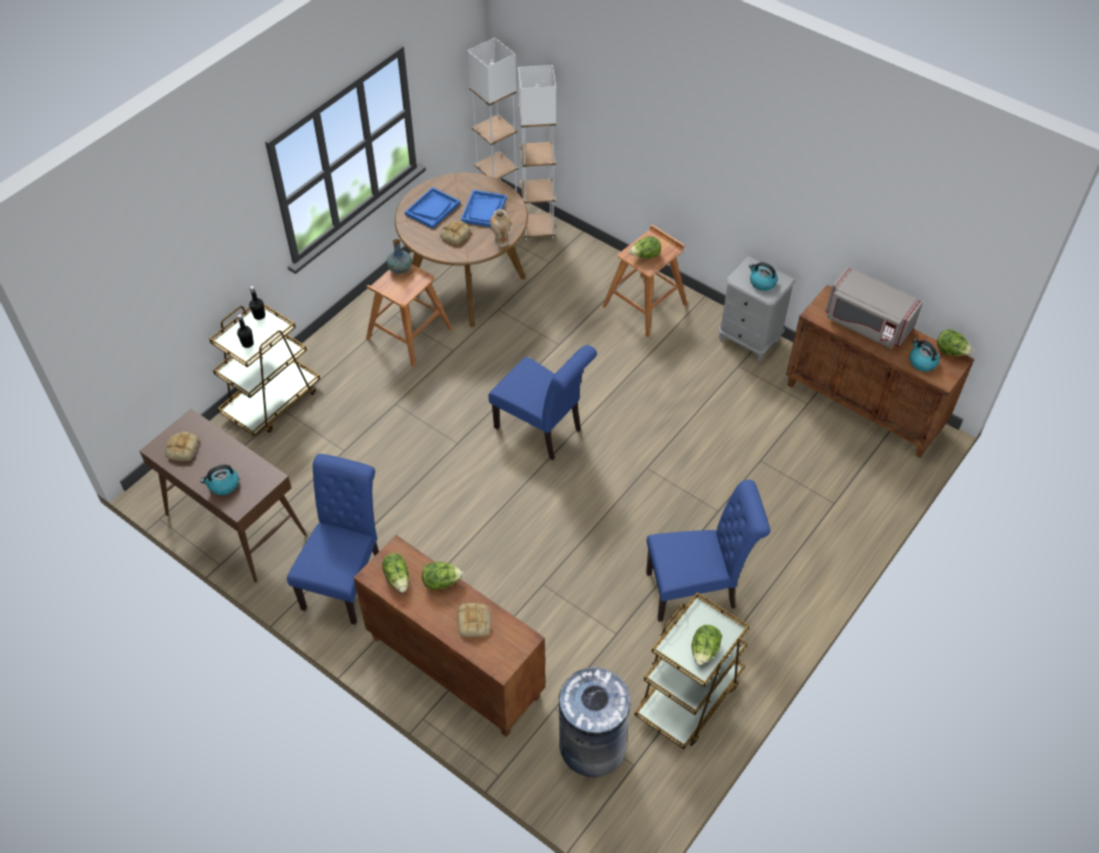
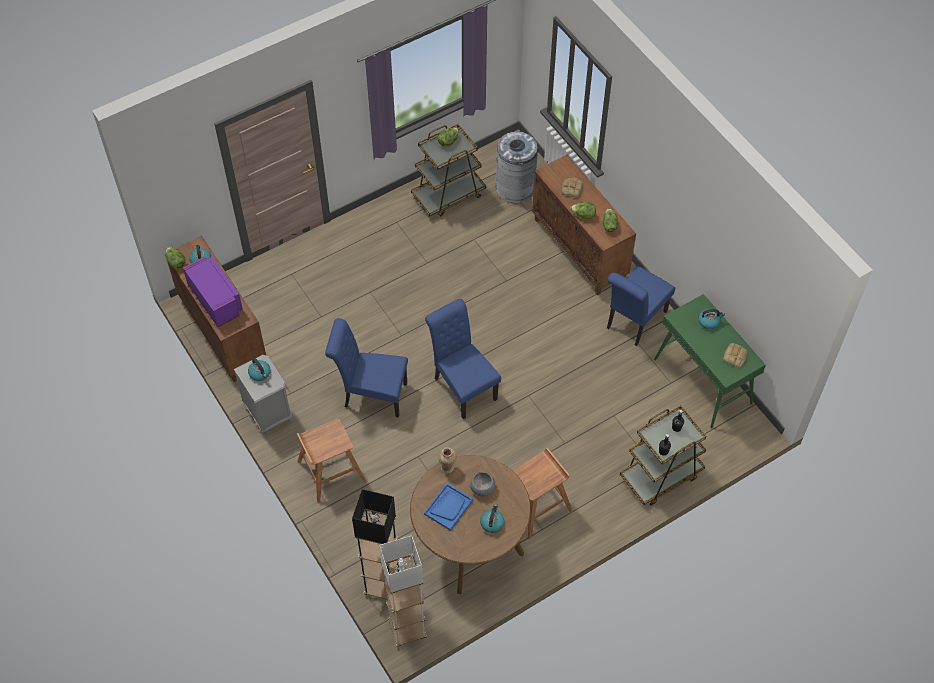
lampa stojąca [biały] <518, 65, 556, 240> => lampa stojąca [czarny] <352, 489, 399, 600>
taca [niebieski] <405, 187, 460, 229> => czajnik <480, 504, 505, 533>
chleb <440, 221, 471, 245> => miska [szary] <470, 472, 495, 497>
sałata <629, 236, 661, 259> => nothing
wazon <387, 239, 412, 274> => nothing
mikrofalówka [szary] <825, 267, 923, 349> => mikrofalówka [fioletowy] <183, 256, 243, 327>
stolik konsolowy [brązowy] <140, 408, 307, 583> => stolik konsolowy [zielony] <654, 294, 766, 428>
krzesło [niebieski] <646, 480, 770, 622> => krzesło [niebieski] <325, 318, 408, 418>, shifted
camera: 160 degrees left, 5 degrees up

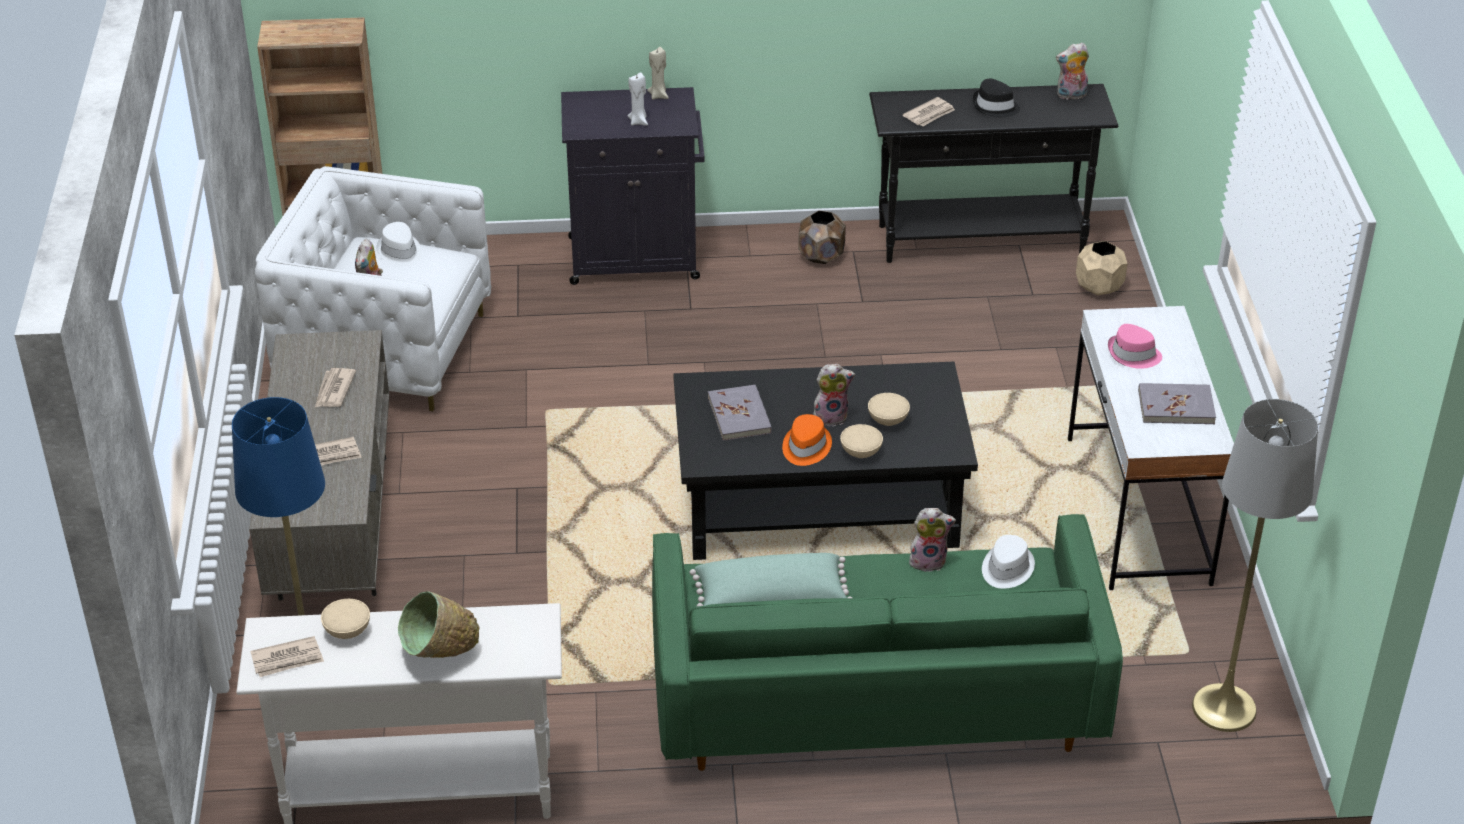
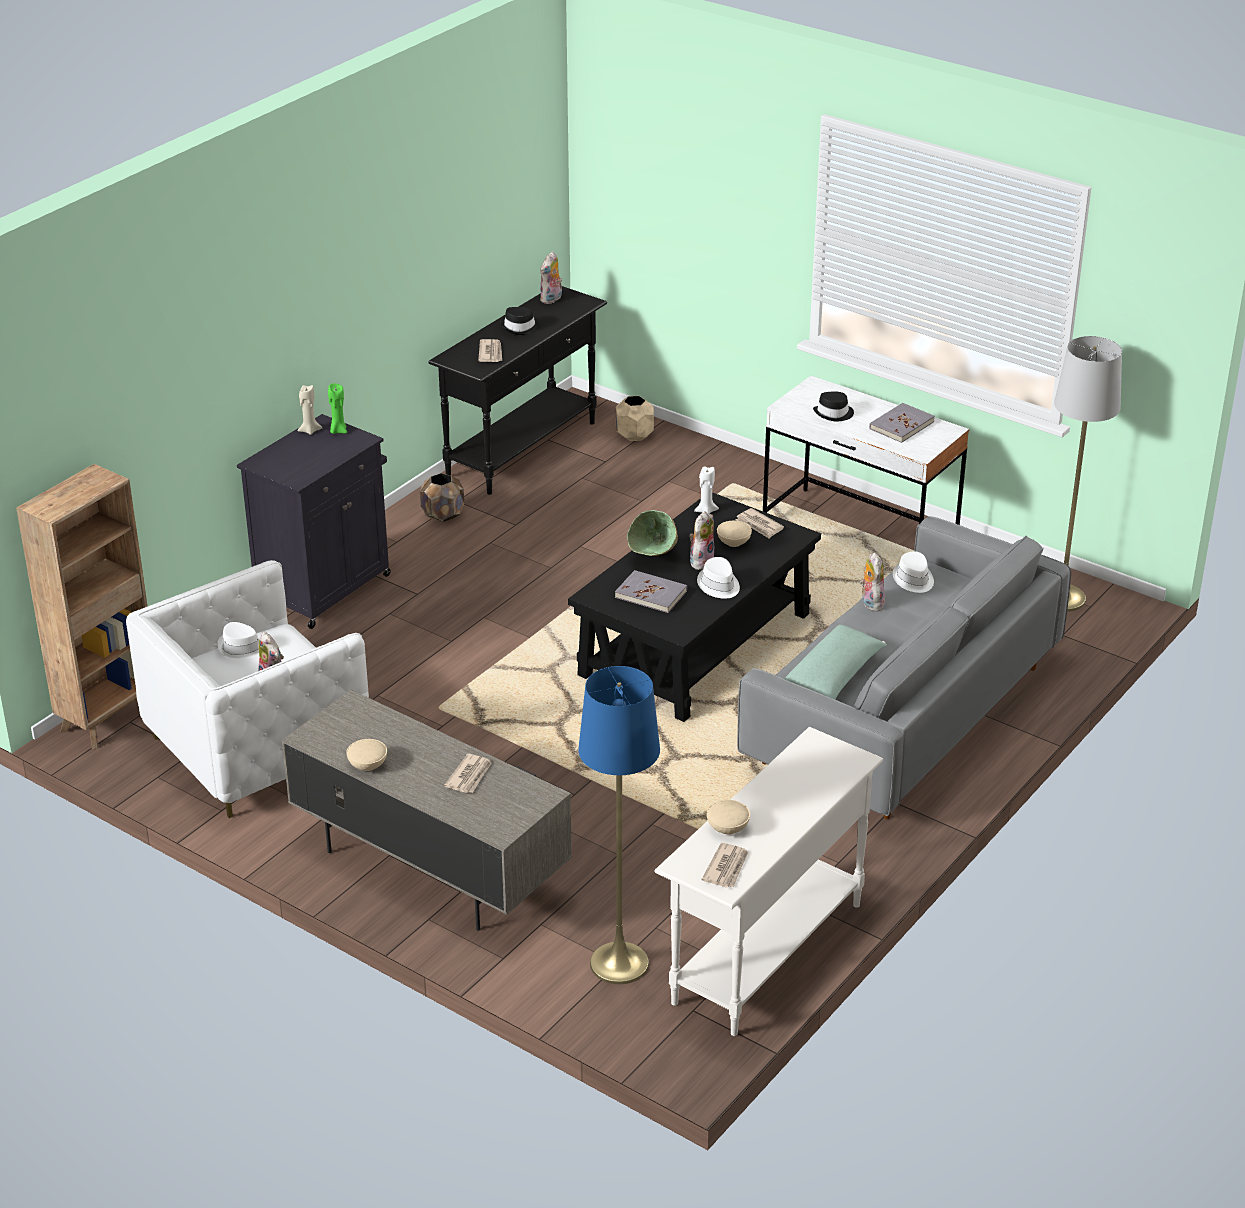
świeca [biały] <628, 72, 648, 126> => świeca [biały] <694, 466, 719, 514>, shifted
kapelusz [różowy] <1108, 324, 1162, 369> => kapelusz [czarny] <813, 391, 854, 422>
gazeta <315, 368, 356, 407> => gazeta <736, 508, 784, 539>, shifted
kapelusz [pomarańczowy] <782, 414, 832, 466> => kapelusz [biały] <697, 557, 740, 599>
miska [beżowy] <840, 424, 883, 458> => miska [beżowy] <346, 739, 387, 771>, shifted
pluszak <909, 508, 956, 572> => pluszak <860, 552, 885, 612>, 45 degrees counterclockwise
kanapa [zielony] <652, 514, 1123, 771> => kanapa [szary] <737, 516, 1071, 819>
miska [zielony] <398, 591, 480, 658> => miska [zielony] <627, 510, 678, 556>, shifted
nothing => świeca [zielony] <328, 383, 347, 434>
camera: 50 degrees left, 5 degrees down

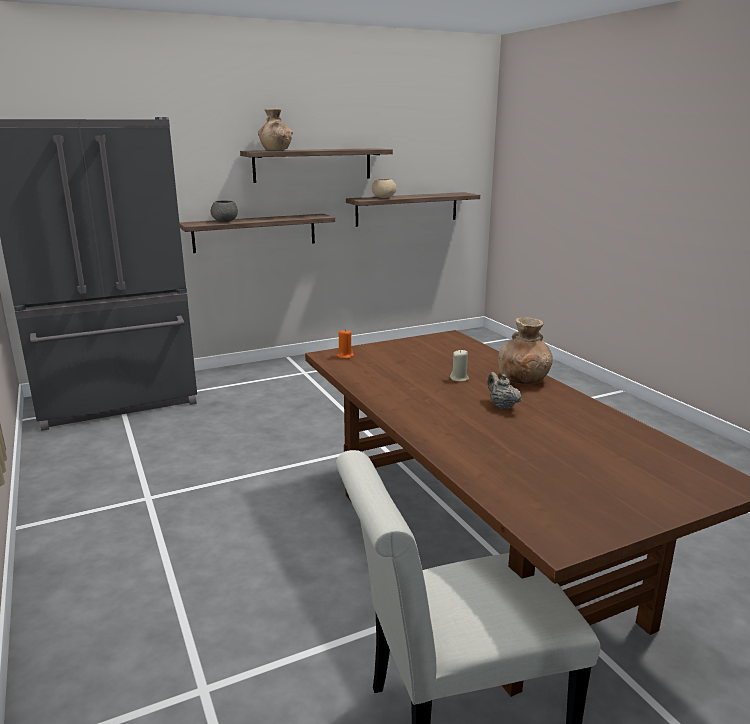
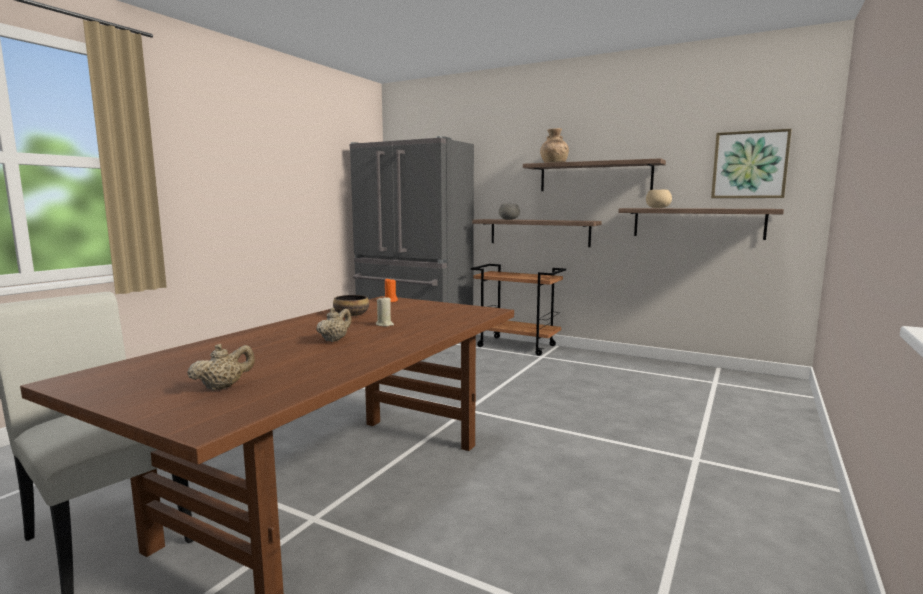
wazon [brązowy] <498, 318, 553, 384> => nothing
nothing => obraz <711, 129, 792, 198>
nothing => wózek [brązowy] <471, 264, 566, 356>
nothing => miska <333, 295, 369, 316>
nothing => imbryk [beżowy] <187, 344, 255, 391>
camera: 55 degrees right, 10 degrees down

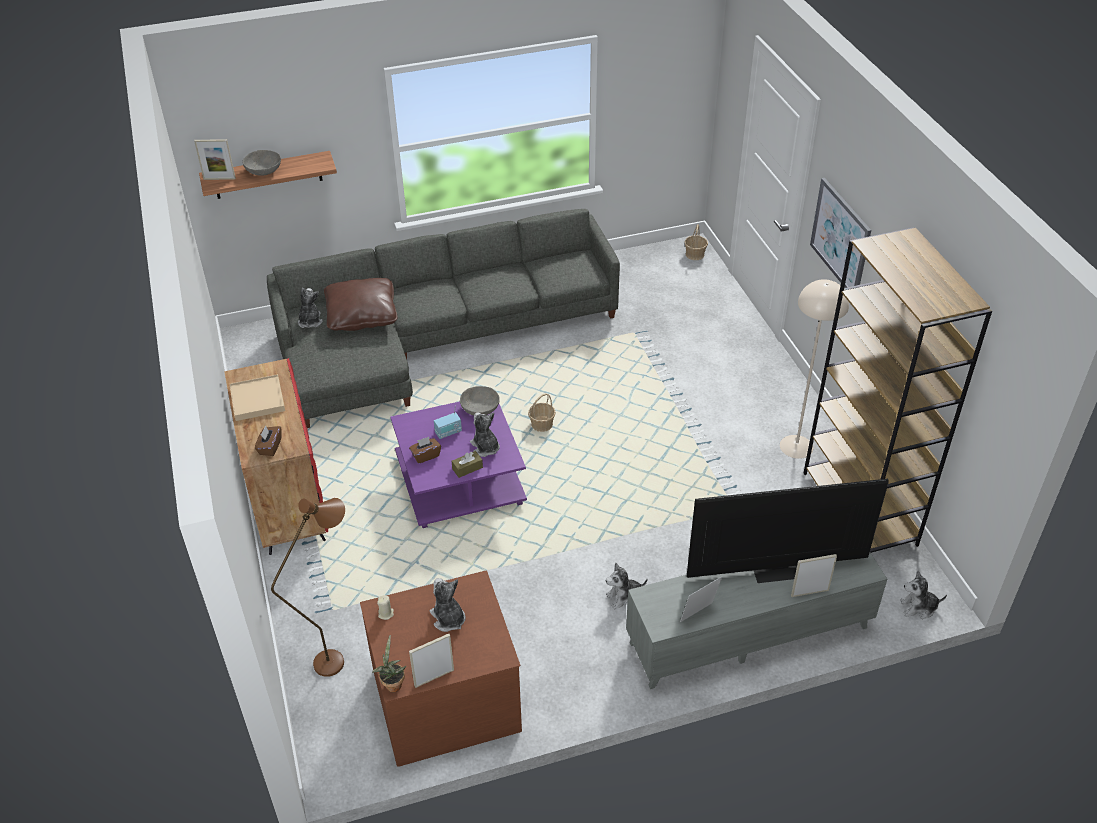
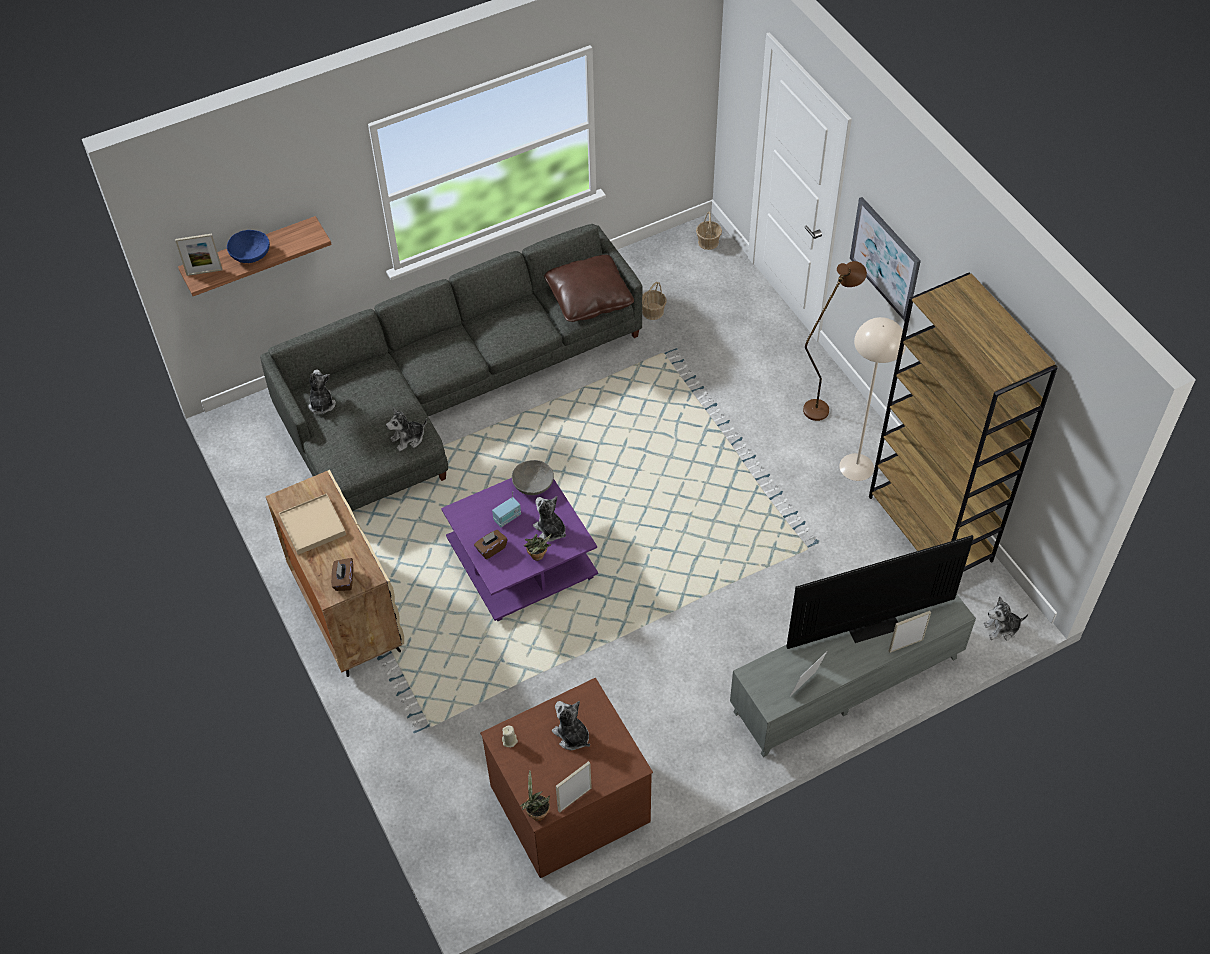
miska [szary] <243, 150, 281, 176> => miska [niebieski] <227, 230, 270, 263>
poduszka [brązowy] <324, 278, 398, 331> => poduszka [brązowy] <544, 255, 634, 322>, shifted
szafka [czerwony] <224, 358, 328, 555> => szafka [beżowy] <266, 470, 404, 677>
koszyk <528, 393, 556, 432> => koszyk <642, 282, 667, 320>, shifted
pudełko chusteczek [brązowy] <452, 451, 483, 478> => roślina doniczkowa <524, 534, 551, 561>
lampa stojąca [brązowy] <271, 498, 345, 677> => lampa stojąca [brązowy] <803, 261, 867, 421>, shifted
pluszak <606, 563, 648, 609> => pluszak <386, 408, 427, 451>, shifted
camera: 10 degrees left, 10 degrees up

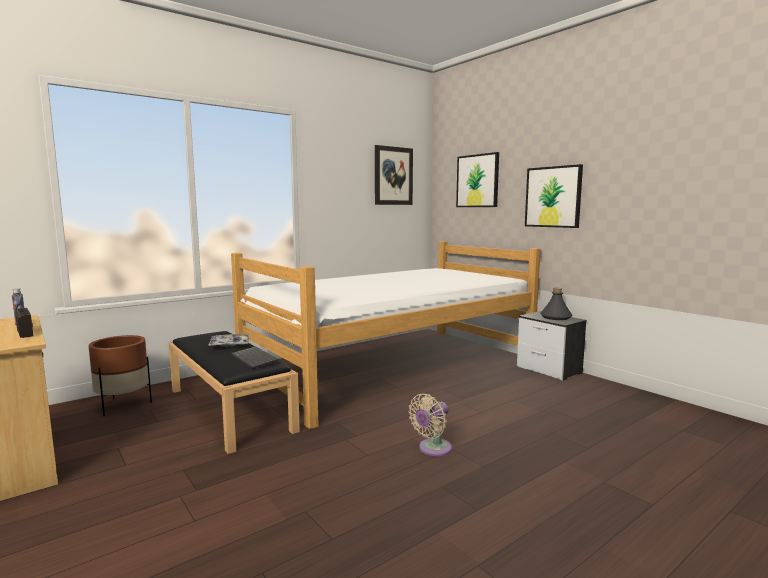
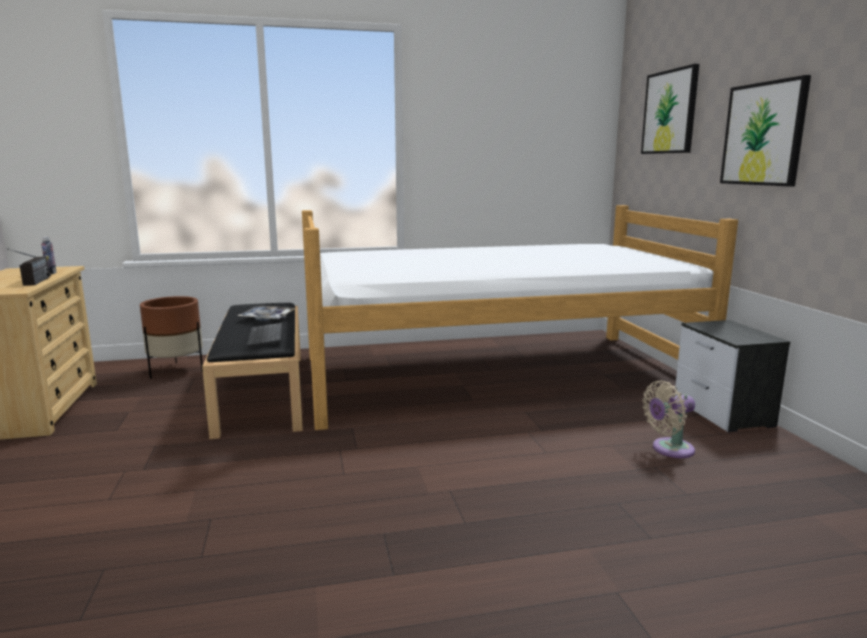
obraz <375, 145, 413, 205> => nothing
butelka [szary] <540, 288, 572, 320> => nothing
wentylator [beżowy] <408, 394, 452, 456> => wentylator [beżowy] <642, 381, 695, 458>, shifted
camera: 25 degrees right, 5 degrees up

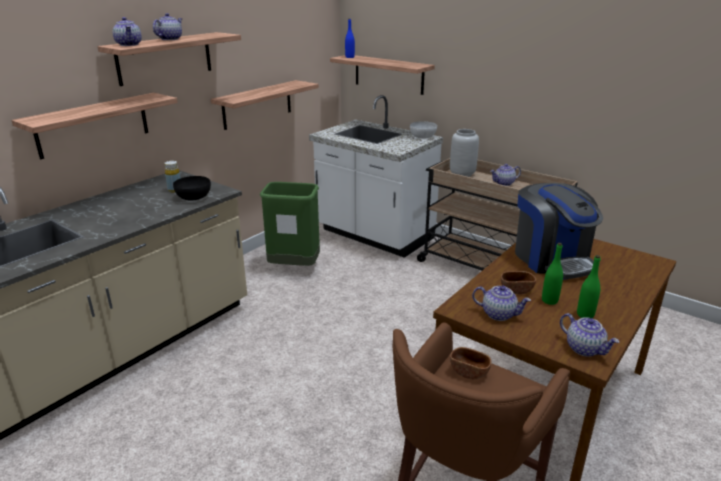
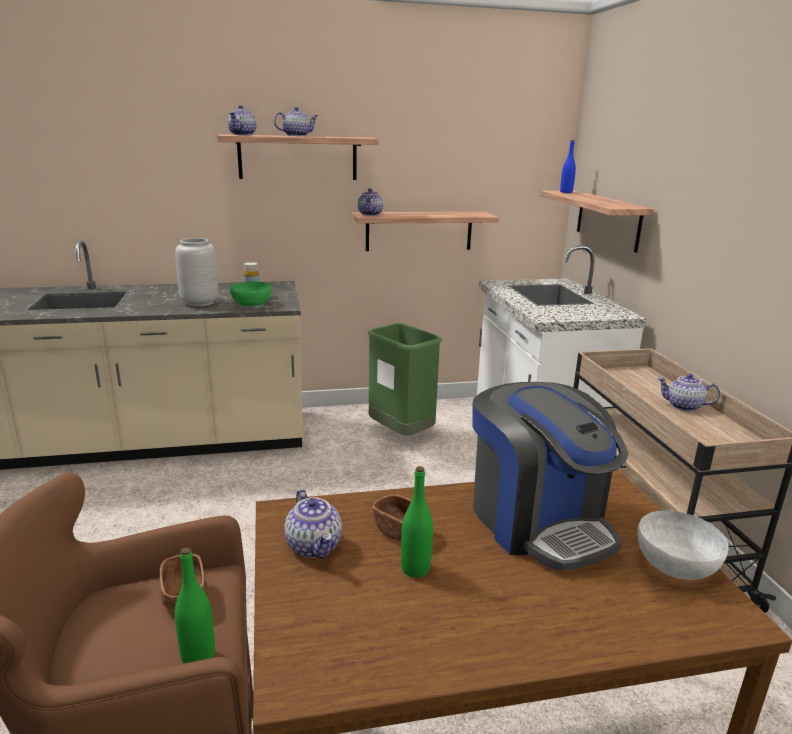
półka <11, 93, 178, 159> => nothing
miska [biały] <410, 121, 437, 139> => miska [biały] <638, 510, 729, 580>, shifted
wazon [szary] <450, 129, 479, 177> => wazon [szary] <175, 238, 218, 306>, shifted
miska [czarny] <173, 176, 211, 201> => miska [zielony] <230, 282, 272, 306>
ekspres do kawy <515, 183, 603, 280> => ekspres do kawy <472, 382, 628, 571>, 45 degrees counterclockwise
butelka [zielony] <577, 255, 601, 318> => butelka [zielony] <175, 548, 215, 664>, shifted
imbryk <560, 313, 619, 357> => imbryk <357, 188, 383, 216>, shifted
camera: 40 degrees right, 5 degrees down

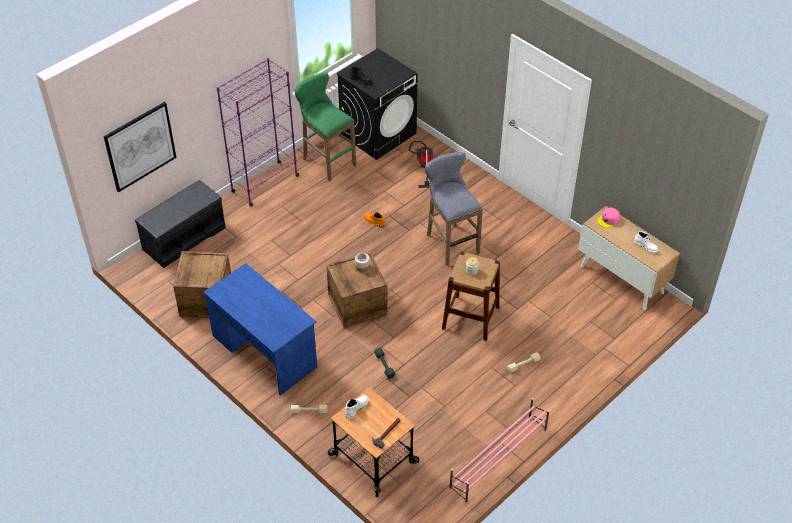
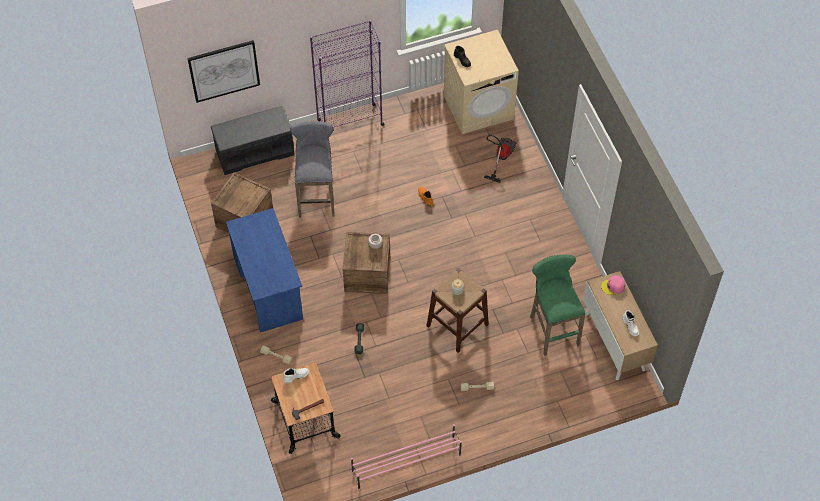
pralka [czarny] <336, 48, 418, 160> => pralka [beżowy] <444, 30, 519, 134>
stołek [zielony] <295, 72, 356, 182> => stołek [zielony] <530, 254, 586, 356>, shifted
stołek [szary] <425, 152, 483, 266> => stołek [szary] <290, 121, 335, 217>, shifted
camera: 25 degrees right, 10 degrees up

